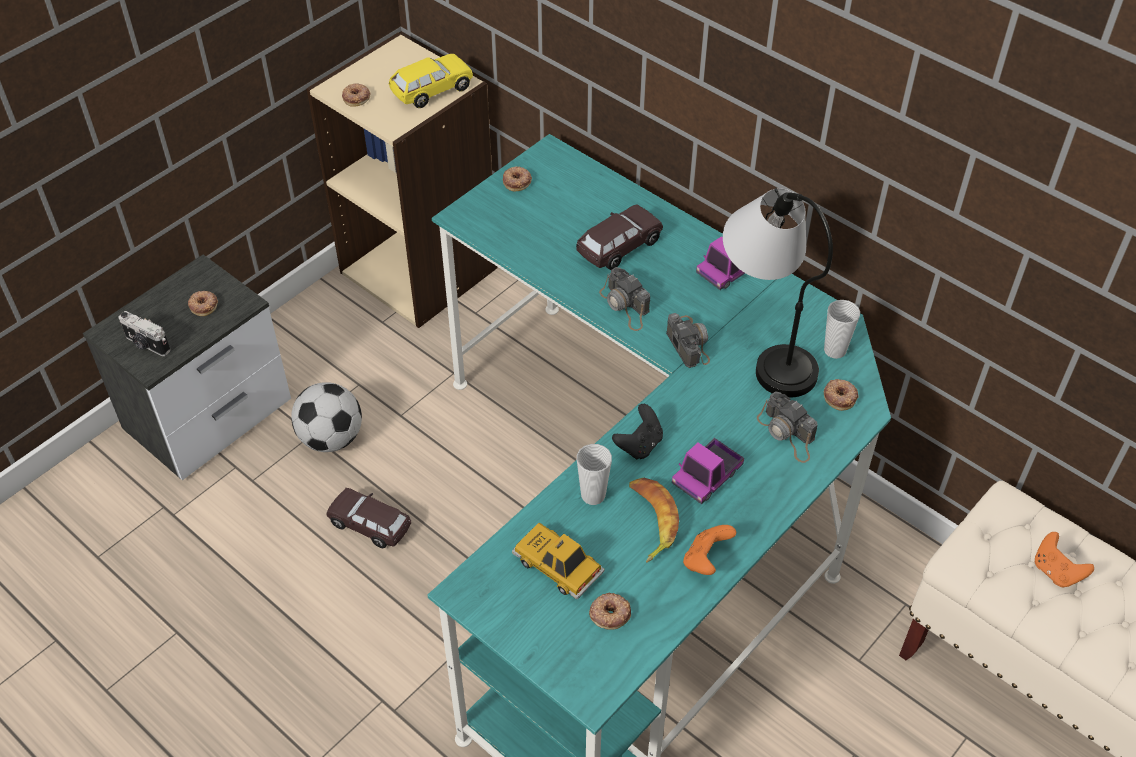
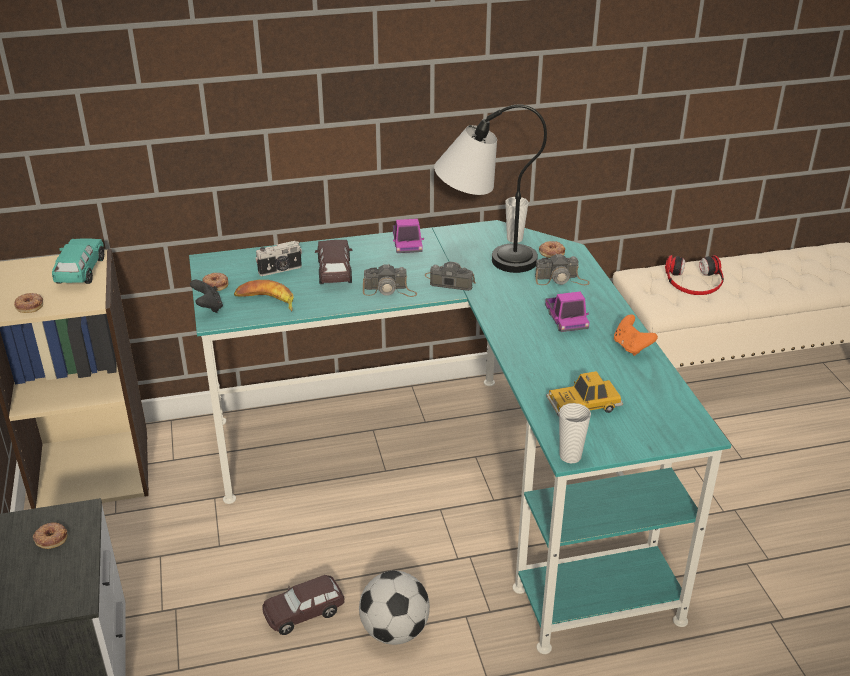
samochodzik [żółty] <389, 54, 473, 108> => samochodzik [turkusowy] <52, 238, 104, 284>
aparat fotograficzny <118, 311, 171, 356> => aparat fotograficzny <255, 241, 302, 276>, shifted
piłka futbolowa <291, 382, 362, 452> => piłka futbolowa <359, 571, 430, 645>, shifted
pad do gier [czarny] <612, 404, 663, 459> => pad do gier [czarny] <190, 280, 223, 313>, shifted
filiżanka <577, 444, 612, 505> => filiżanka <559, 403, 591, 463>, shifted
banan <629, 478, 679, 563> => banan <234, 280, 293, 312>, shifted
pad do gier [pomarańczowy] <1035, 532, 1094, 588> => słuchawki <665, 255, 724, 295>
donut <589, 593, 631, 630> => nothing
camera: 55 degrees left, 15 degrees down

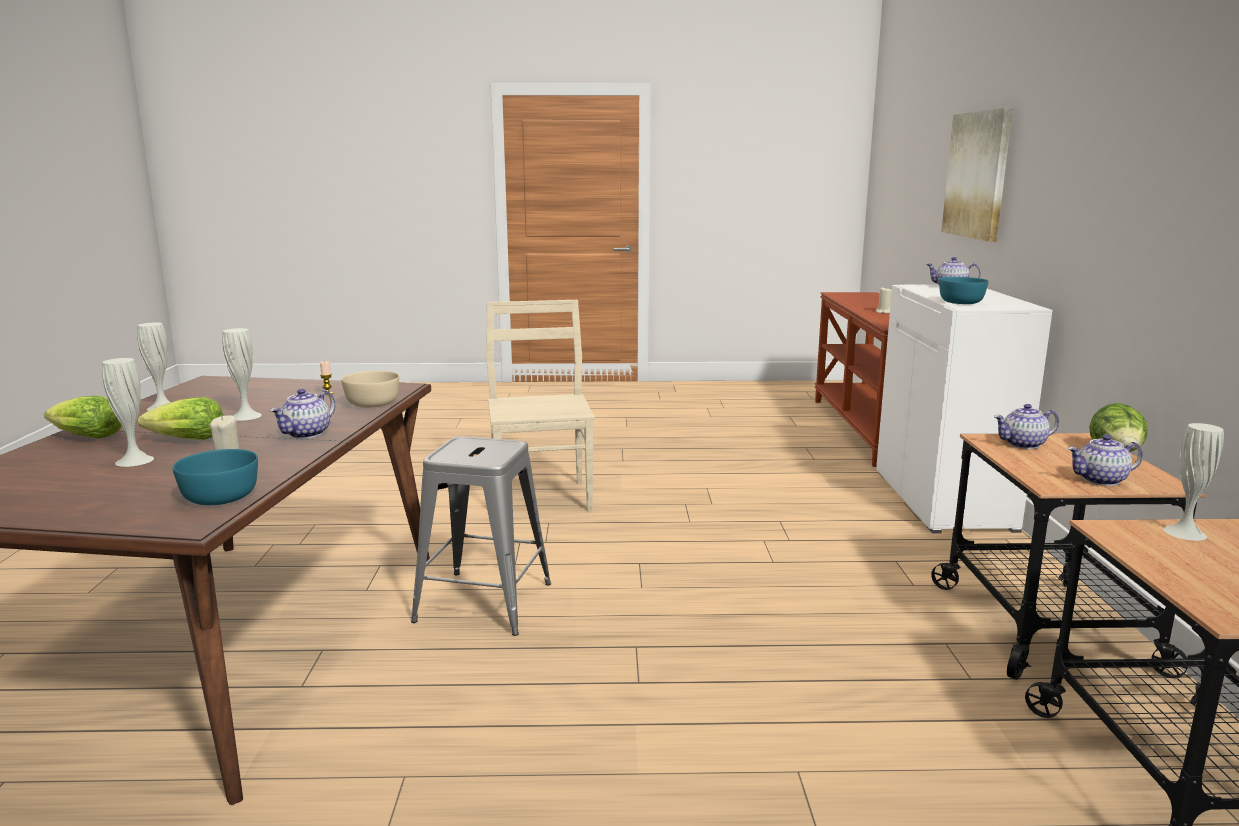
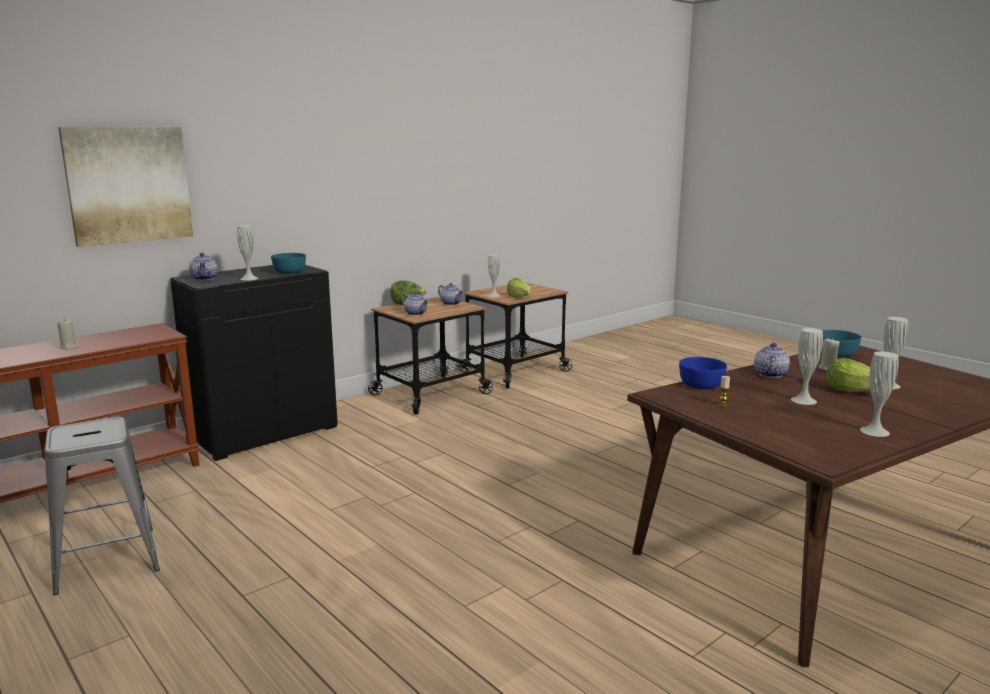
szafka [biały] <876, 285, 1053, 533> => szafka [czarny] <170, 265, 338, 461>
krzesło [beżowy] <486, 300, 595, 512> => nothing
miska [beżowy] <341, 371, 399, 408> => miska [niebieski] <679, 357, 727, 389>
imbryk <270, 389, 335, 439> => imbryk <754, 343, 790, 378>, 60 degrees counterclockwise
sałata <44, 396, 122, 439> => sałata <507, 278, 531, 297>, shifted
stołek [szary] <411, 437, 551, 636> => stołek [szary] <45, 417, 160, 595>, shifted
nothing => wazon [biały] <237, 225, 258, 281>
camera: 130 degrees left, 0 degrees up

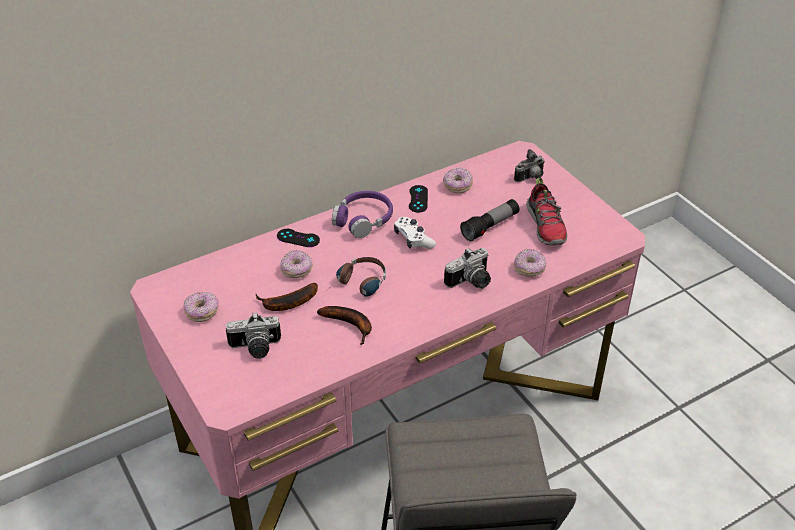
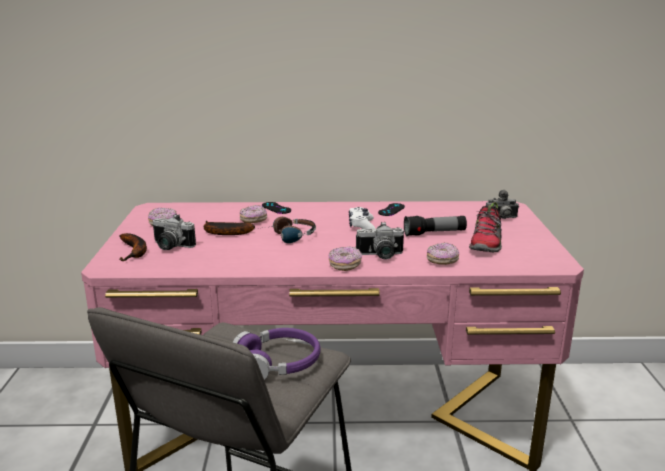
donut <443, 167, 473, 193> => donut <329, 247, 362, 271>, shifted
słuchawki [fioletowy] <332, 191, 393, 238> => słuchawki [fioletowy] <233, 328, 320, 380>, shifted
banan <317, 306, 372, 345> => banan <119, 233, 147, 261>, shifted
camera: 30 degrees right, 20 degrees down

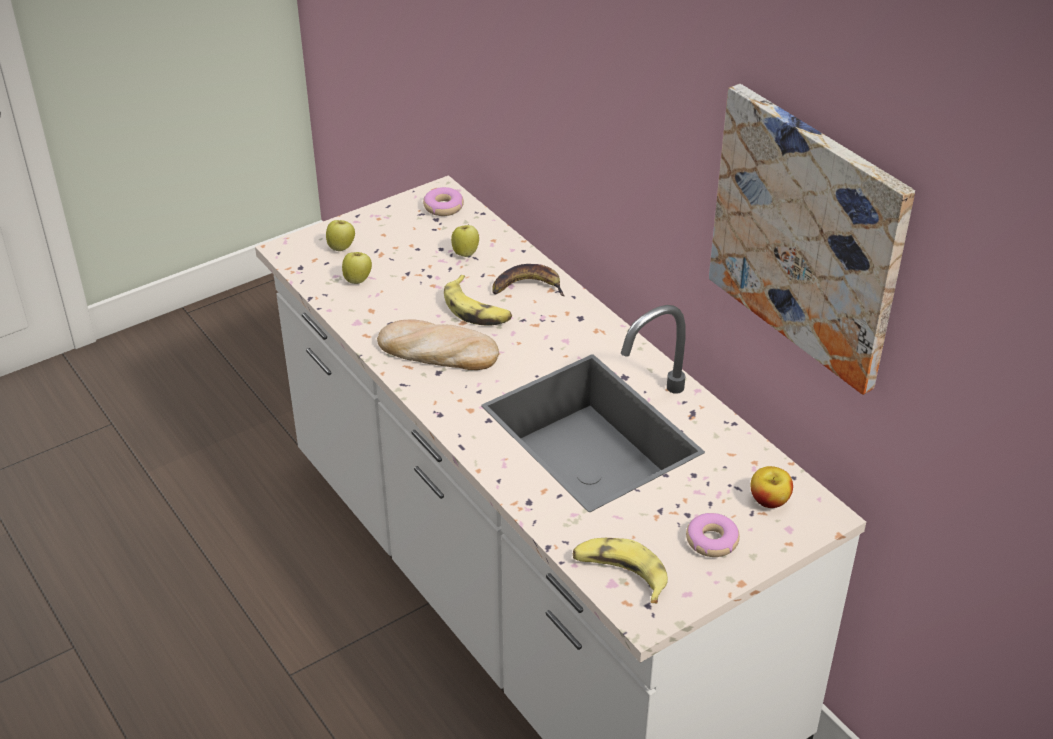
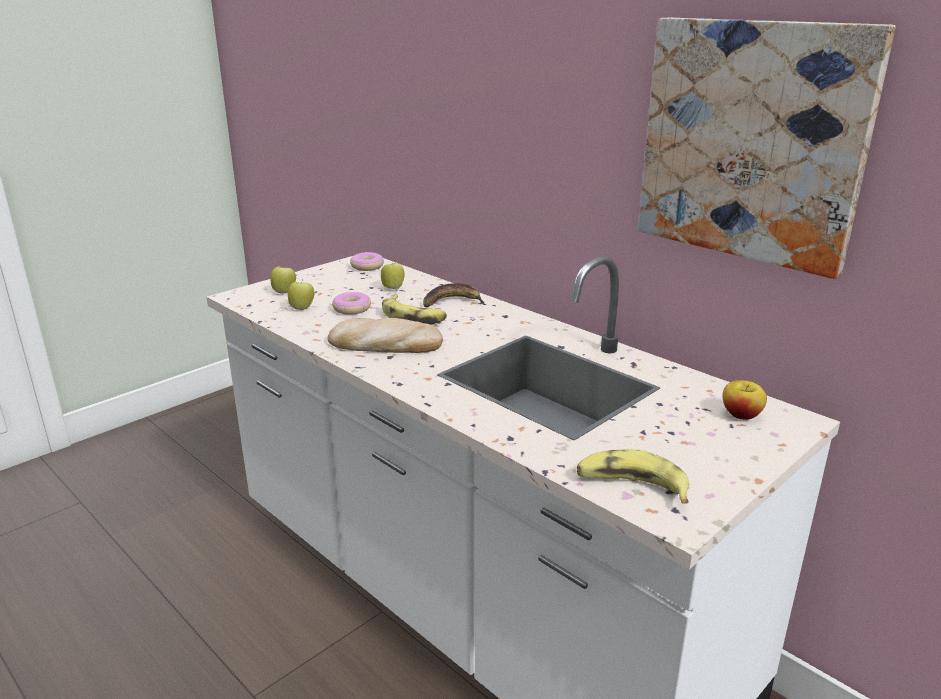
donut <686, 513, 740, 557> => donut <332, 292, 371, 315>, shifted
camera: 10 degrees left, 15 degrees down

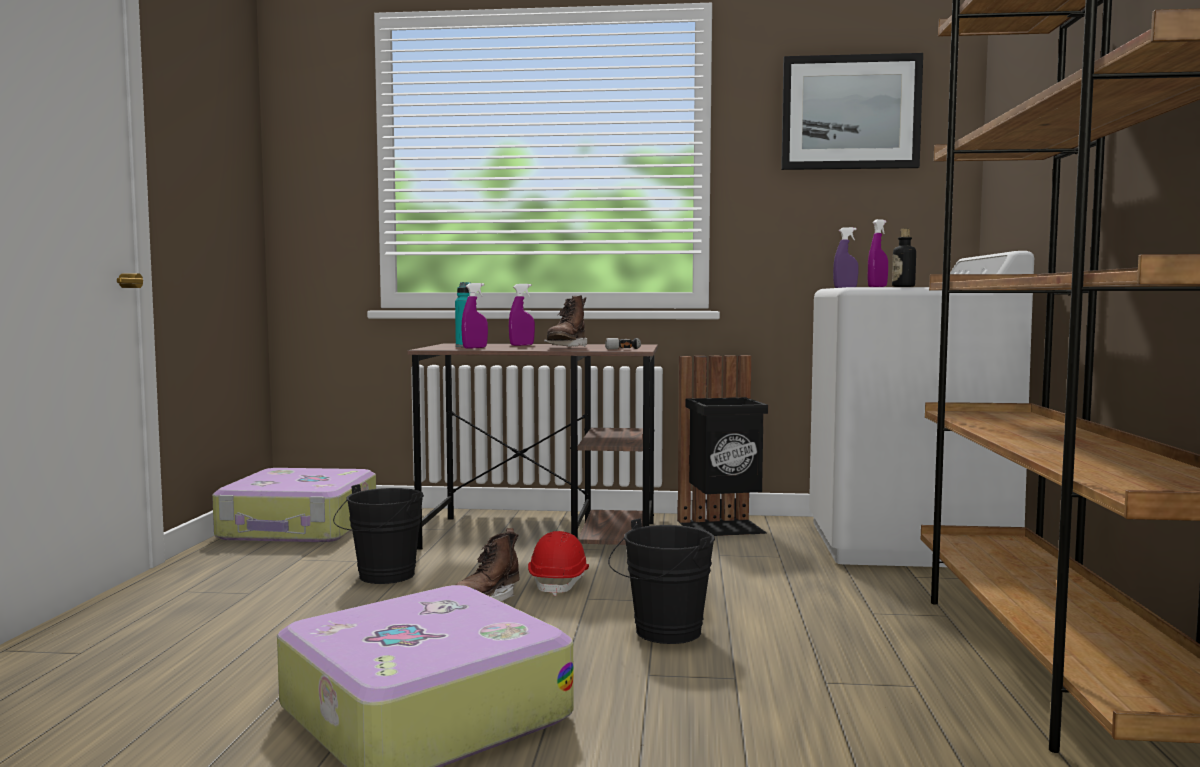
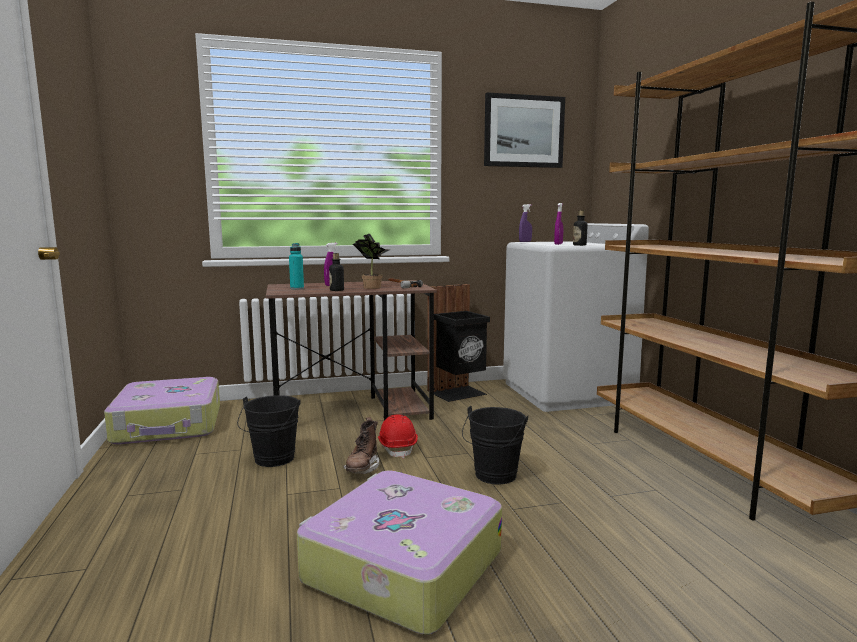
spryskiwacz [fioletowy] <462, 283, 488, 349> => nothing
but z cholewką [brązowy] <544, 295, 587, 347> => roślina doniczkowa <353, 234, 390, 289>
nothing => butelka <329, 253, 344, 291>
camera: 20 degrees left, 5 degrees up

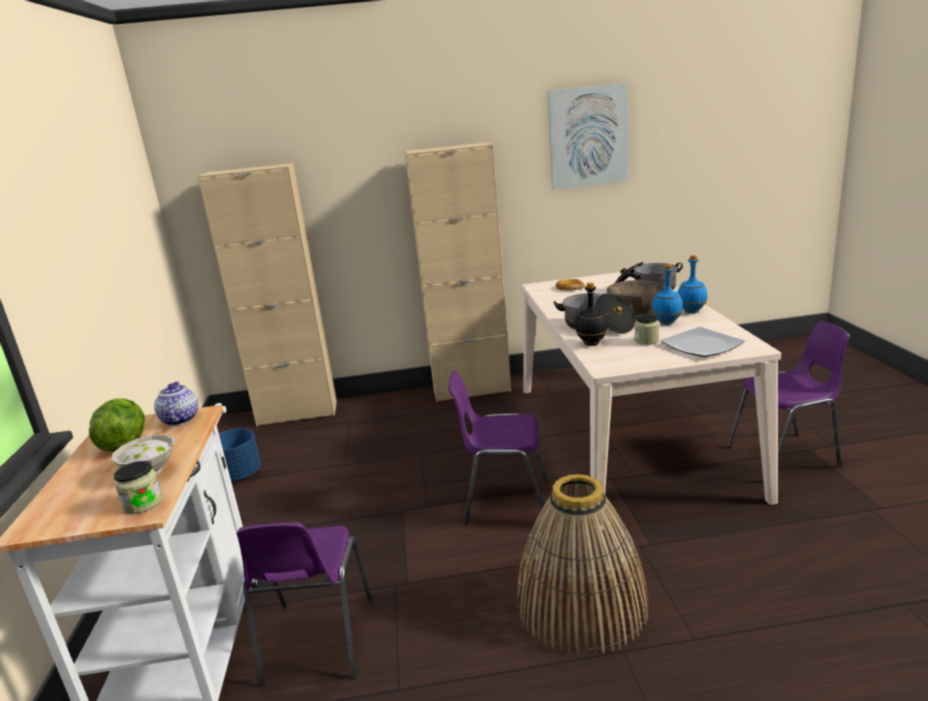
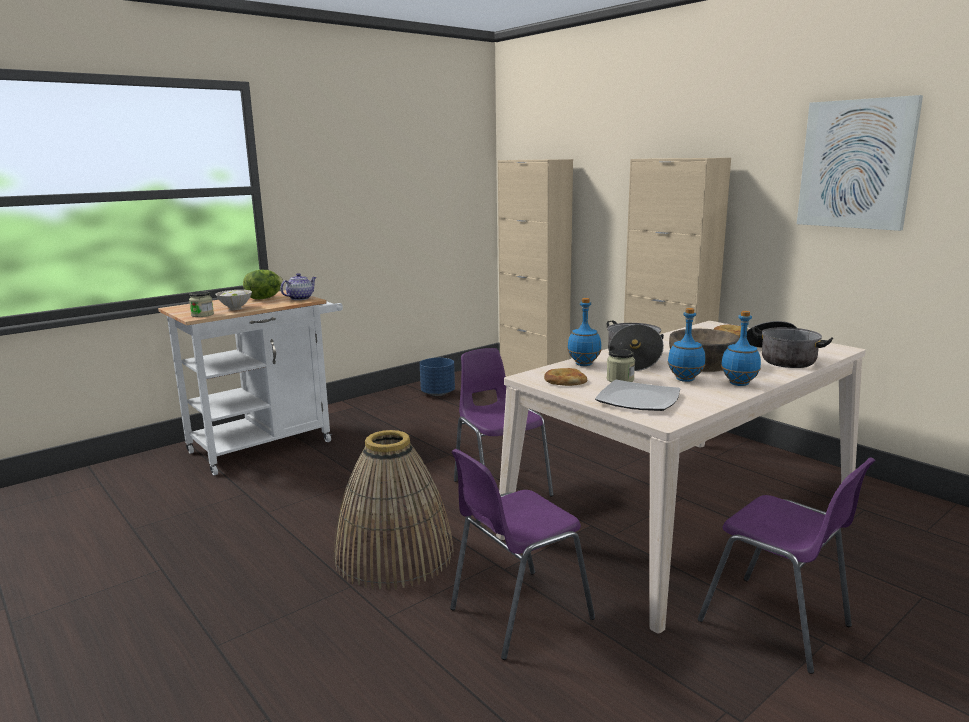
butelka [czarny] <575, 283, 608, 346> => butelka [niebieski] <567, 298, 602, 366>
krzesło [fioletowy] <237, 522, 372, 687> => krzesło [fioletowy] <450, 449, 595, 660>, shifted
nothing => chleb <544, 368, 588, 386>
camera: 55 degrees right, 5 degrees down

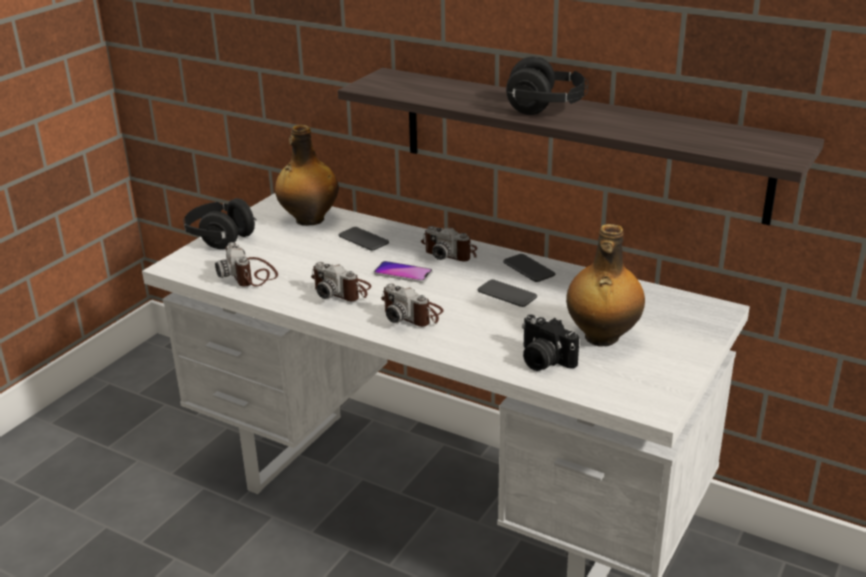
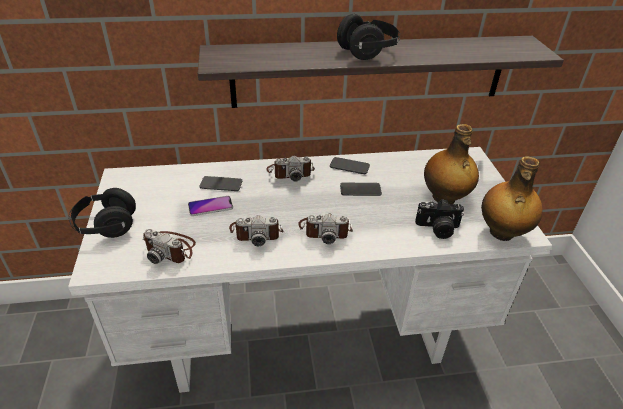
butelka <275, 125, 339, 226> => butelka <481, 156, 543, 241>, shifted
telefon <374, 261, 432, 283> => telefon <188, 196, 233, 216>, shifted
camera: 40 degrees left, 10 degrees up

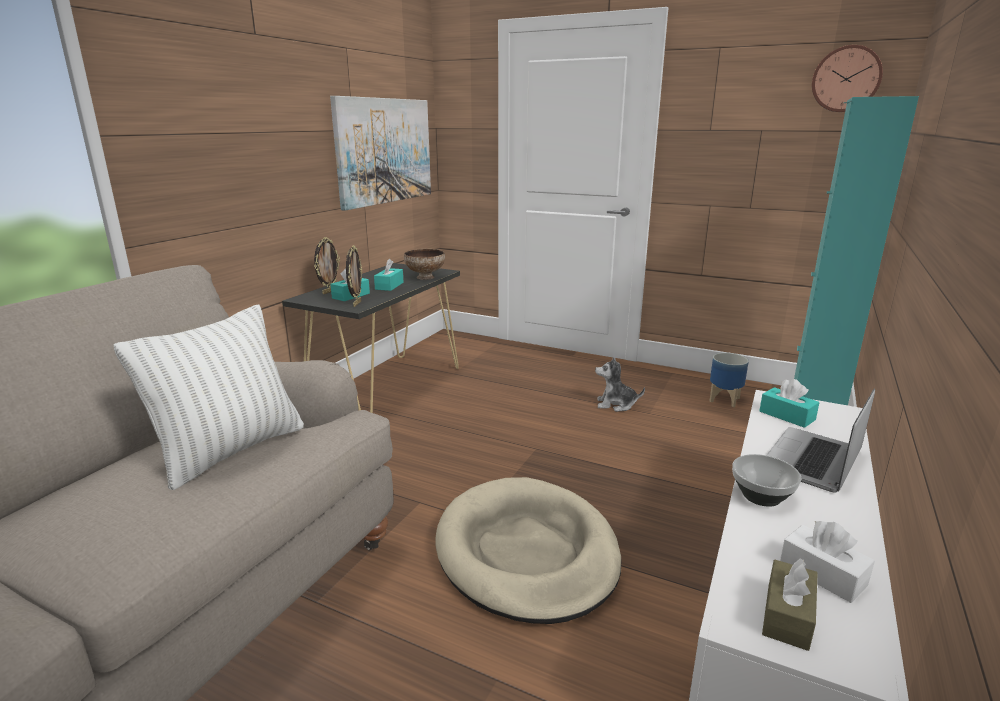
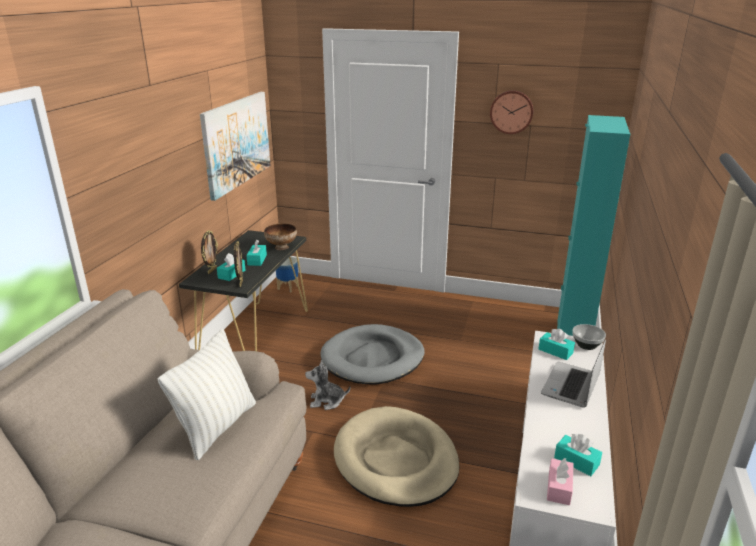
zegar ścienny <812, 45, 883, 112> => zegar ścienny <490, 90, 533, 134>, shifted
donica <710, 353, 749, 407> => donica <276, 257, 299, 292>, shifted
pluszak <595, 357, 645, 412> => pluszak <305, 360, 351, 410>, shifted
miska <732, 454, 802, 507> => miska <572, 324, 606, 350>, shifted
pudełko chusteczek [biały] <780, 521, 875, 603> => pudełko chusteczek [turkusowy] <554, 434, 602, 476>
pudełko chusteczek [brązowy] <762, 558, 818, 651> => pudełko chusteczek [różowy] <547, 458, 574, 505>
nothing => legowisko [szary] <321, 324, 425, 384>
camera: 10 degrees left, 5 degrees up

